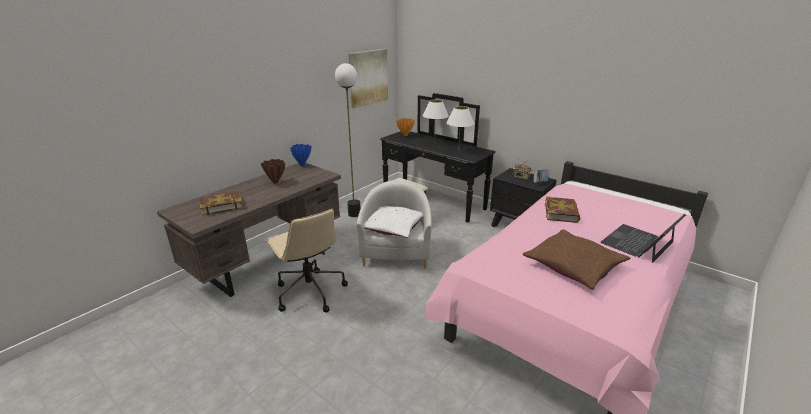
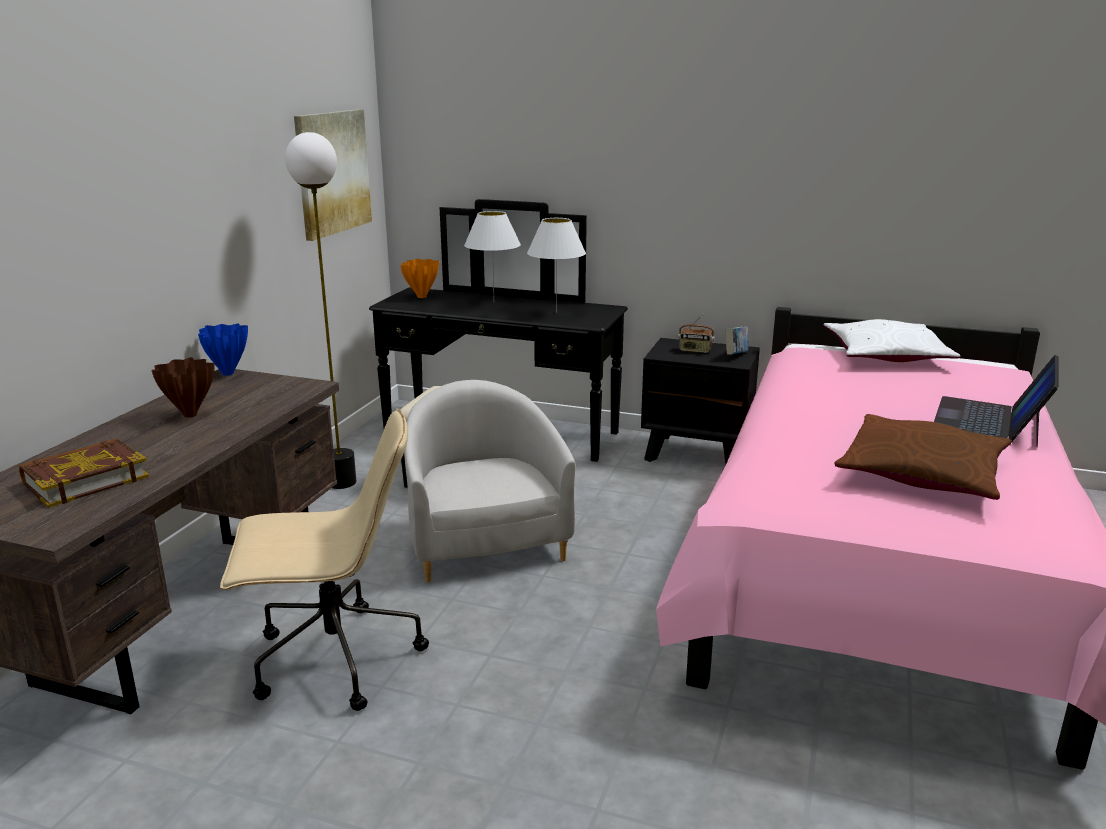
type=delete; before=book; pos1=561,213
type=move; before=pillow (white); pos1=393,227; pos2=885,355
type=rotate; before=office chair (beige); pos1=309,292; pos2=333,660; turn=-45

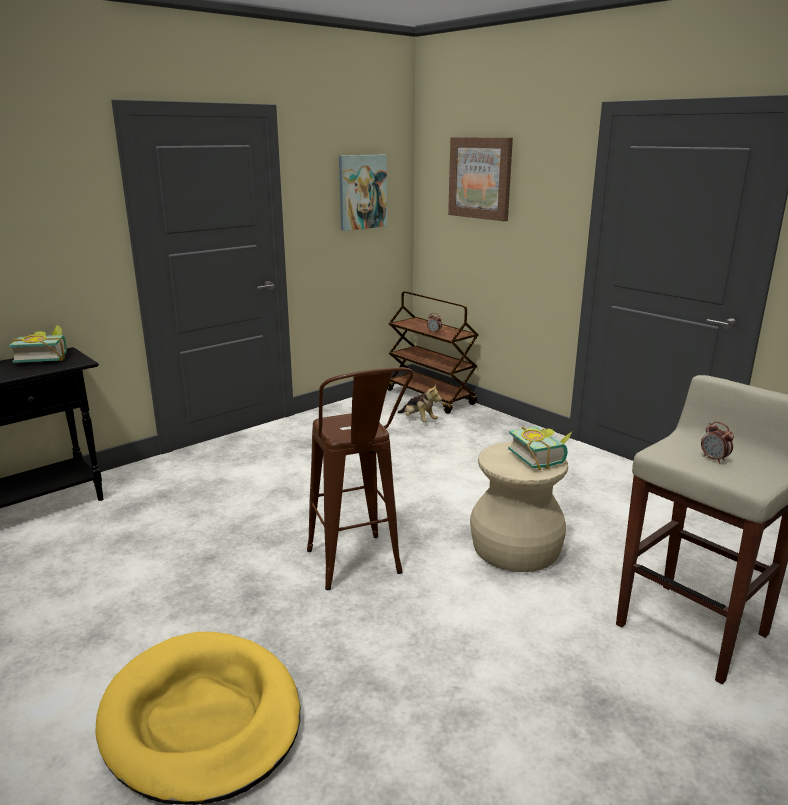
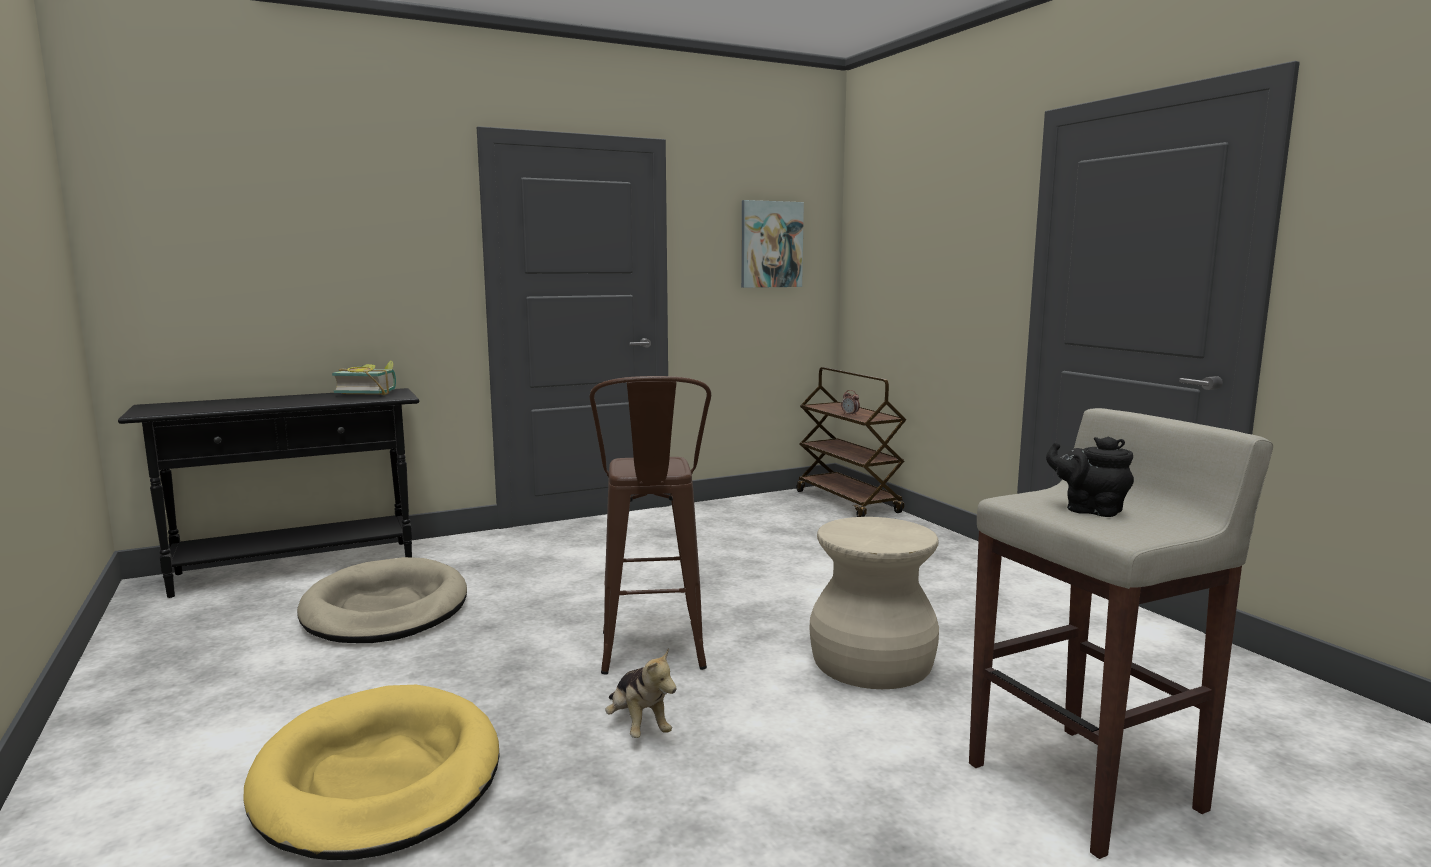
type=delete; before=picture; pos1=480,178
type=move; before=plush toy; pos1=418,420; pos2=638,726
type=replace; before=alarm clock; after=teapot (black); pos1=714,459; pos2=1089,510
type=delete; before=book; pos1=541,457
type=insert; after=dog bed (beige); pos2=385,609

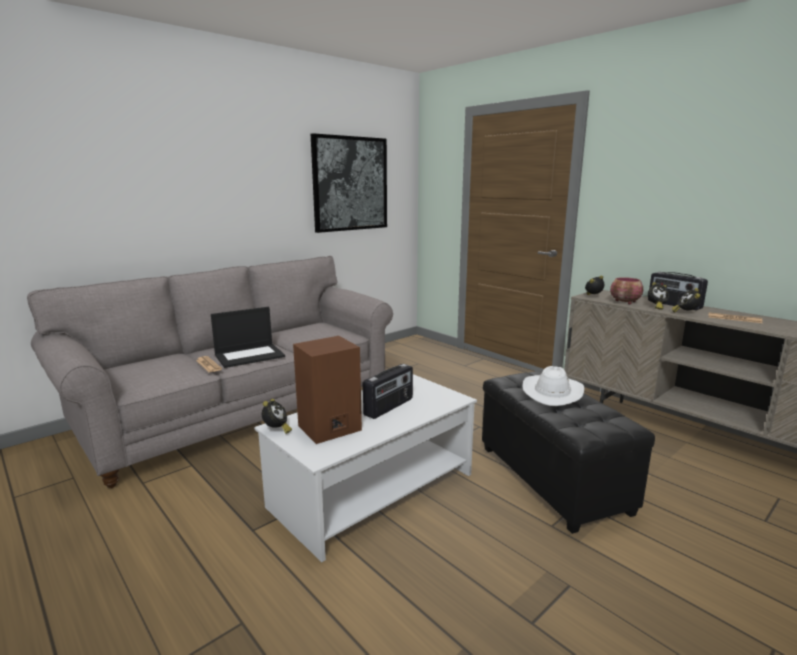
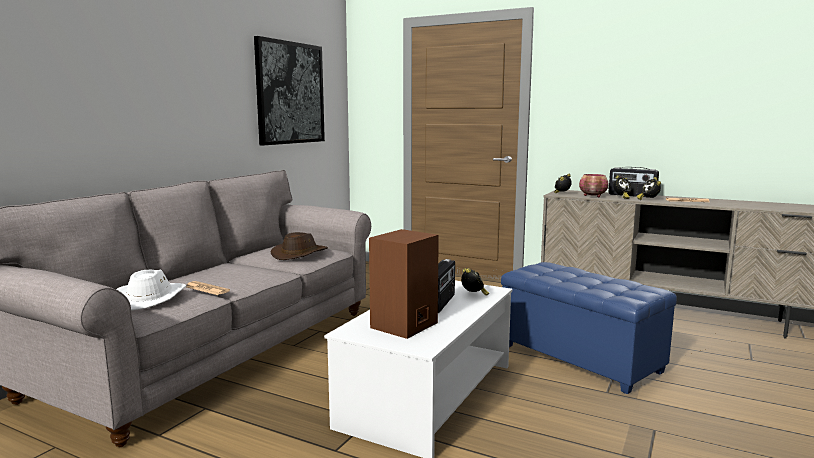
type=delete; before=laptop; pos1=250,355
type=move; before=hat (white); pos1=552,392; pos2=150,298
type=recolor; before=ottoman (black); after=ottoman (blue); pos1=550,480; pos2=578,359
type=move; before=alarm clock; pos1=276,430; pos2=473,295
type=insert; after=hat (brown); pos2=300,254

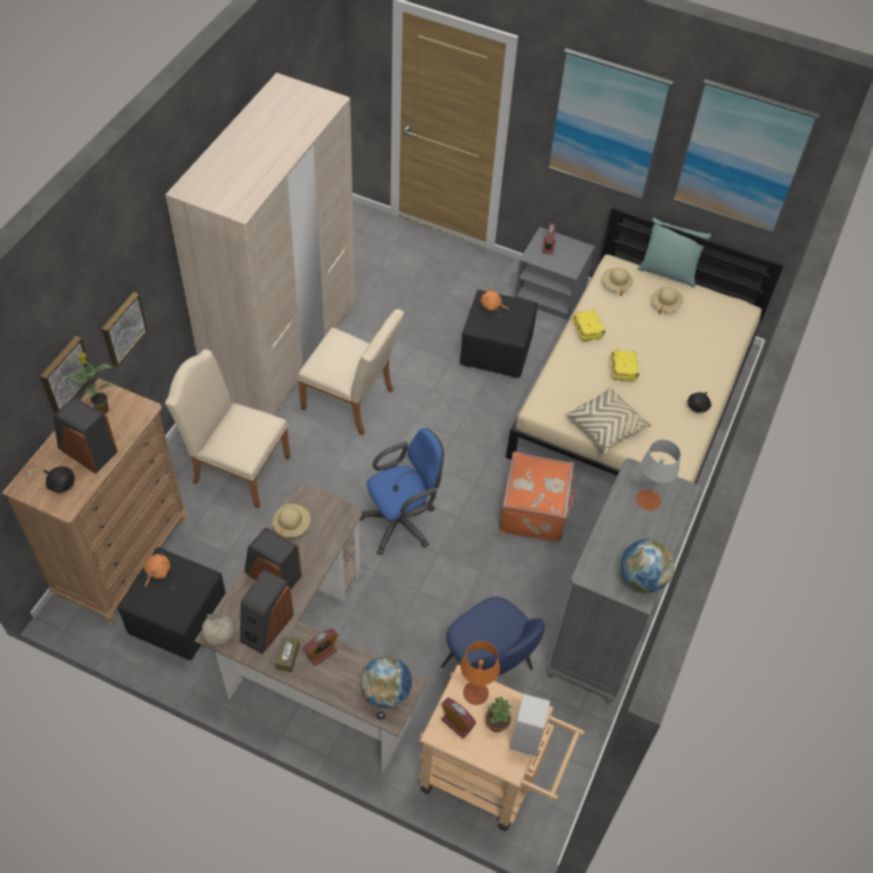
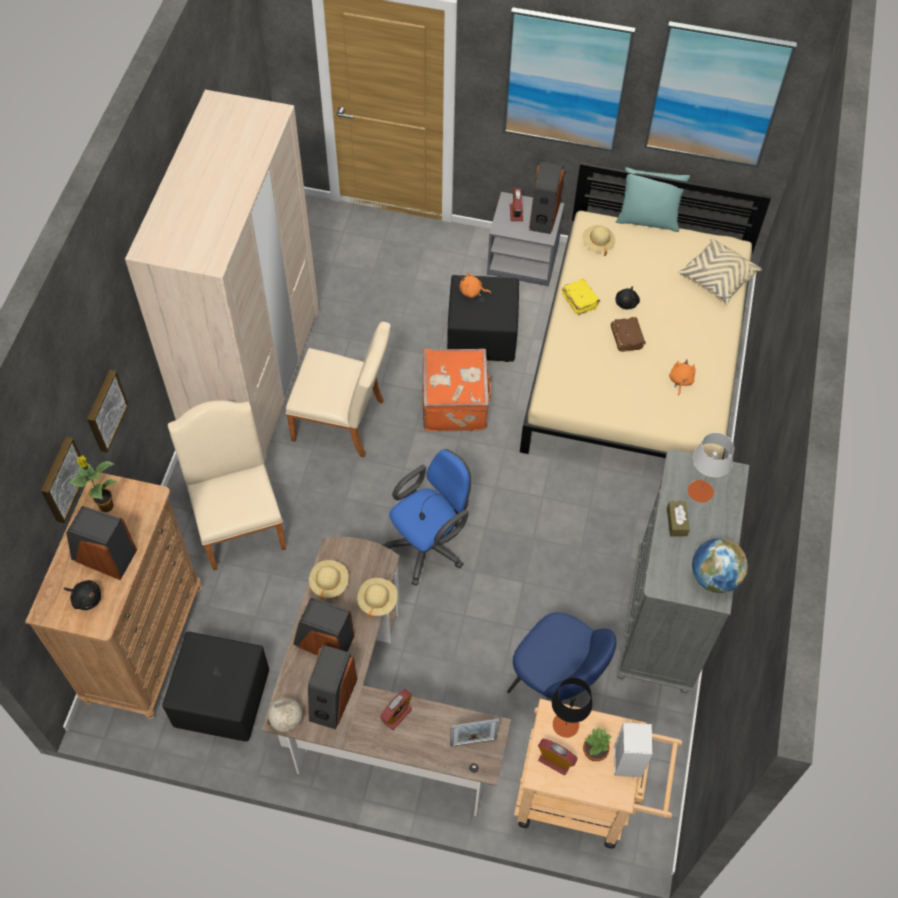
type=move; before=hat (beige); pos1=665,304; pos2=377,601
type=rotate; before=chair (beige); pos1=236,467; pos2=238,519; turn=60
type=recolor; before=book (yellow); after=book (brown); pos1=623,369; pos2=627,338
type=move; before=pillow (beige); pos1=606,427; pos2=717,278
type=move; before=plush toy (black); pos1=698,406; pos2=626,302
type=move; before=suitcase (orange); pos1=535,510; pos2=456,403
type=move; before=plush toy (orange); pos1=157,572; pos2=680,381
type=move; before=tissue box (brown); pos1=287,657; pos2=676,522
type=recolor; before=table lamp (orange); after=table lamp (black); pos1=475,693; pos2=565,725
type=replace; before=globe; after=picture frame; pos1=386,692; pos2=473,742
type=insert; after=speaker; pos2=543,216

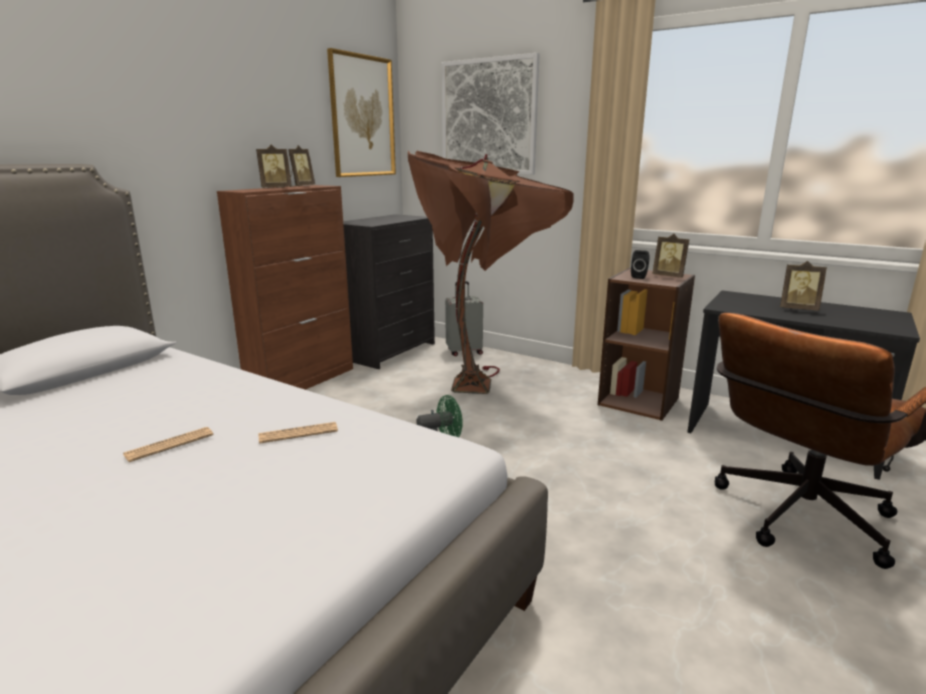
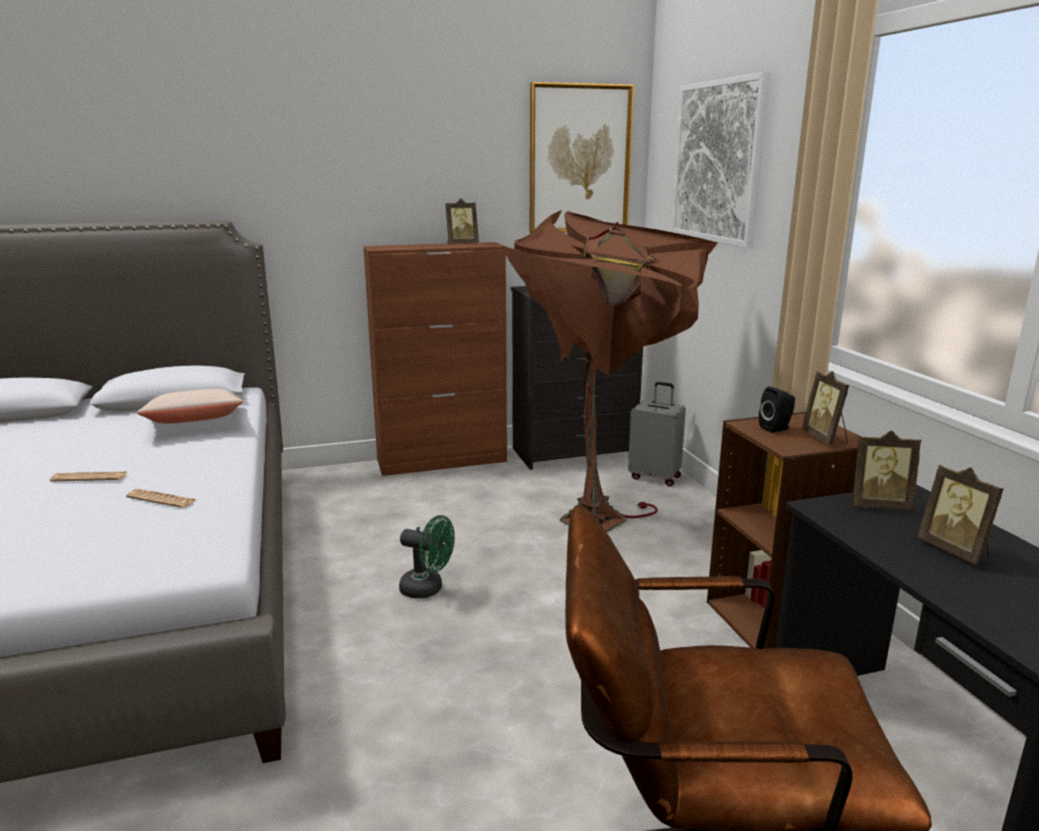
type=move; before=picture frame; pos1=275,188; pos2=878,505
type=insert; after=pillow (beige); pos2=196,424

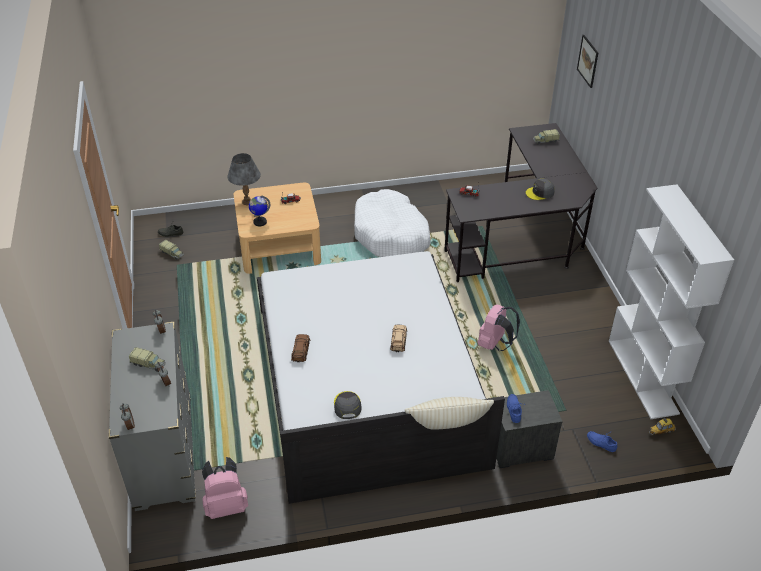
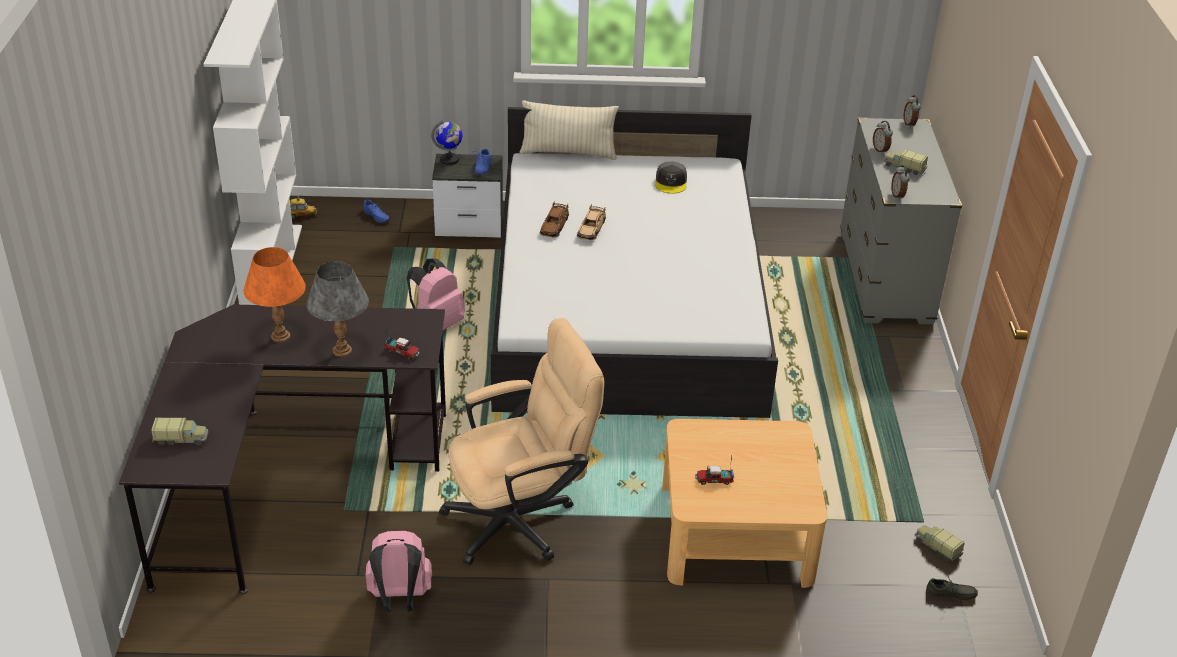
type=delete; before=picture; pos1=588,61
type=move; before=table lamp (grey); pos1=247,202; pos2=341,350
type=replace; before=cap (grey); after=table lamp (orange); pos1=540,193; pos2=280,336
type=replace; before=dog bed (white); after=office chair (beige); pos1=391,235; pos2=521,520
type=move; before=globe; pos1=260,222; pos2=450,160
type=move; before=toy car (brown); pos1=300,350; pos2=554,225
type=move; before=backpack (pink); pos1=226,505; pos2=399,599

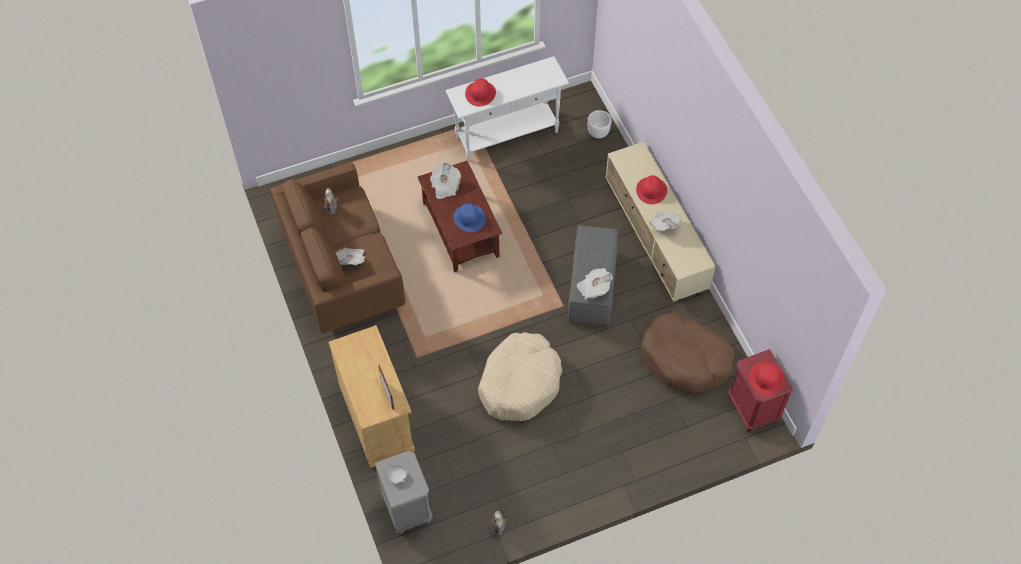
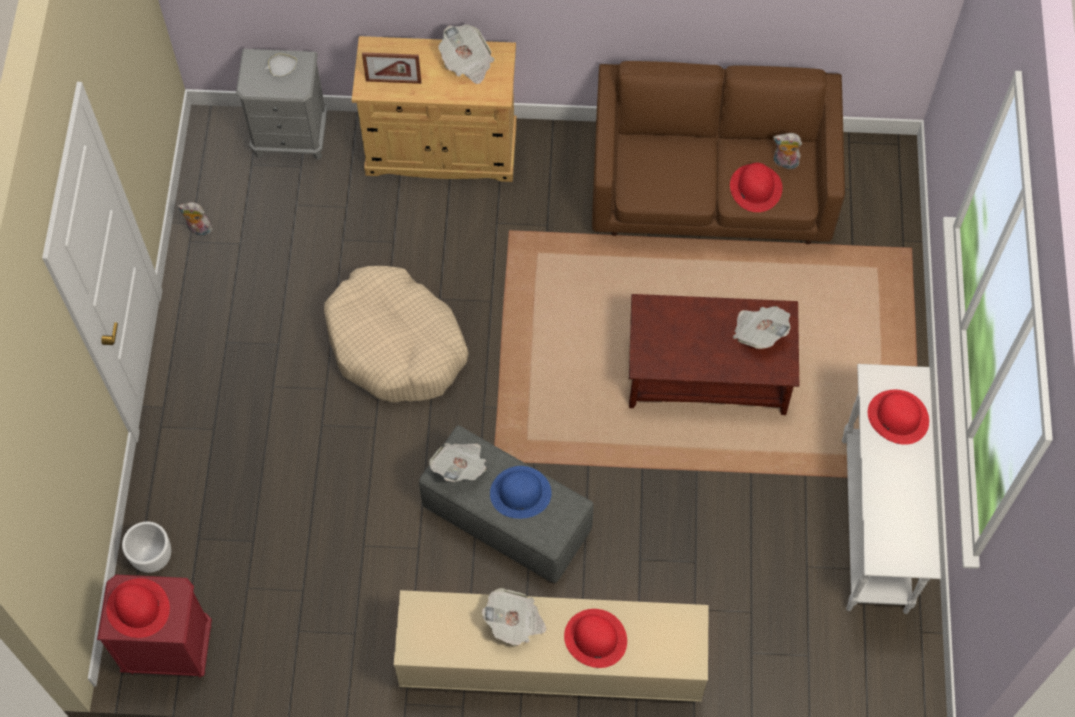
type=move; before=planter (white); pos1=598,133; pos2=152,557
type=move; before=hat (blue); pos1=469,218; pos2=520,493
type=move; before=newspaper; pos1=351,260; pos2=467,63
type=delete; before=dog bed (brown); pos1=685,359
type=insert; after=hat (red); pos2=755,187

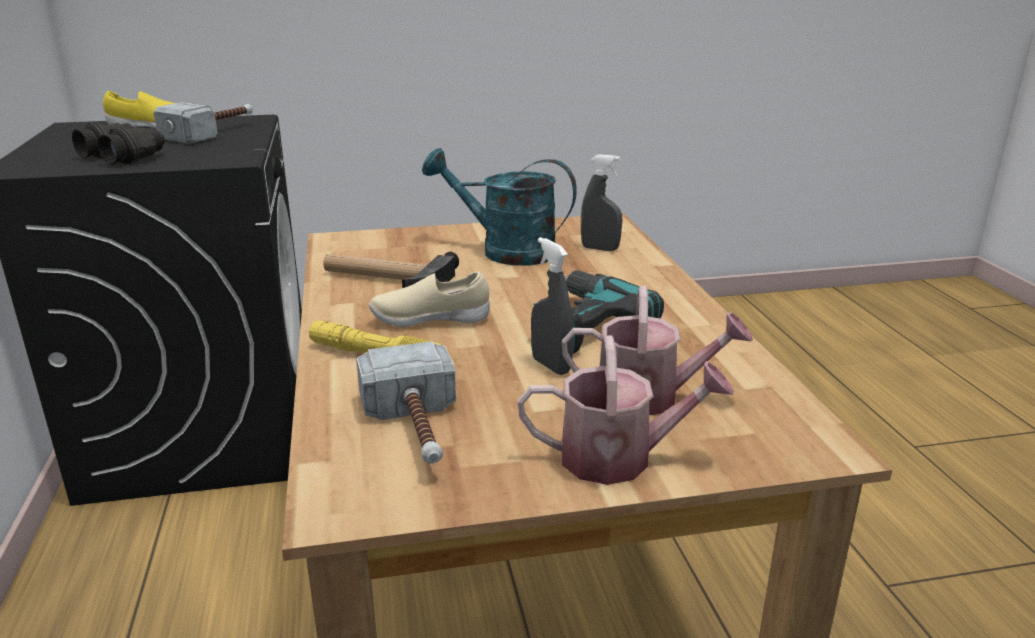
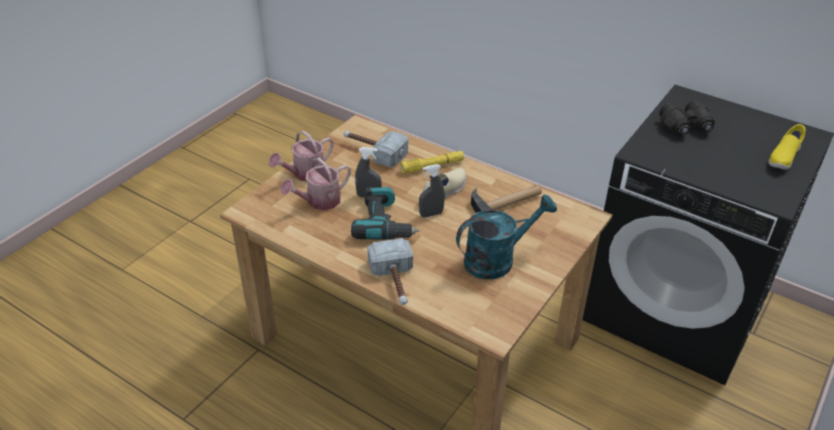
type=move; before=hammer; pos1=213,132; pos2=395,282
type=move; before=spray bottle (grey); pos1=600,248; pos2=431,214

